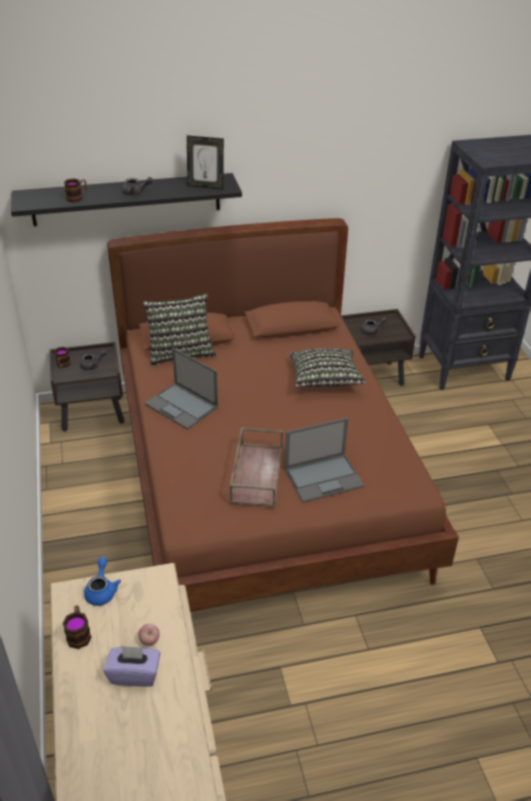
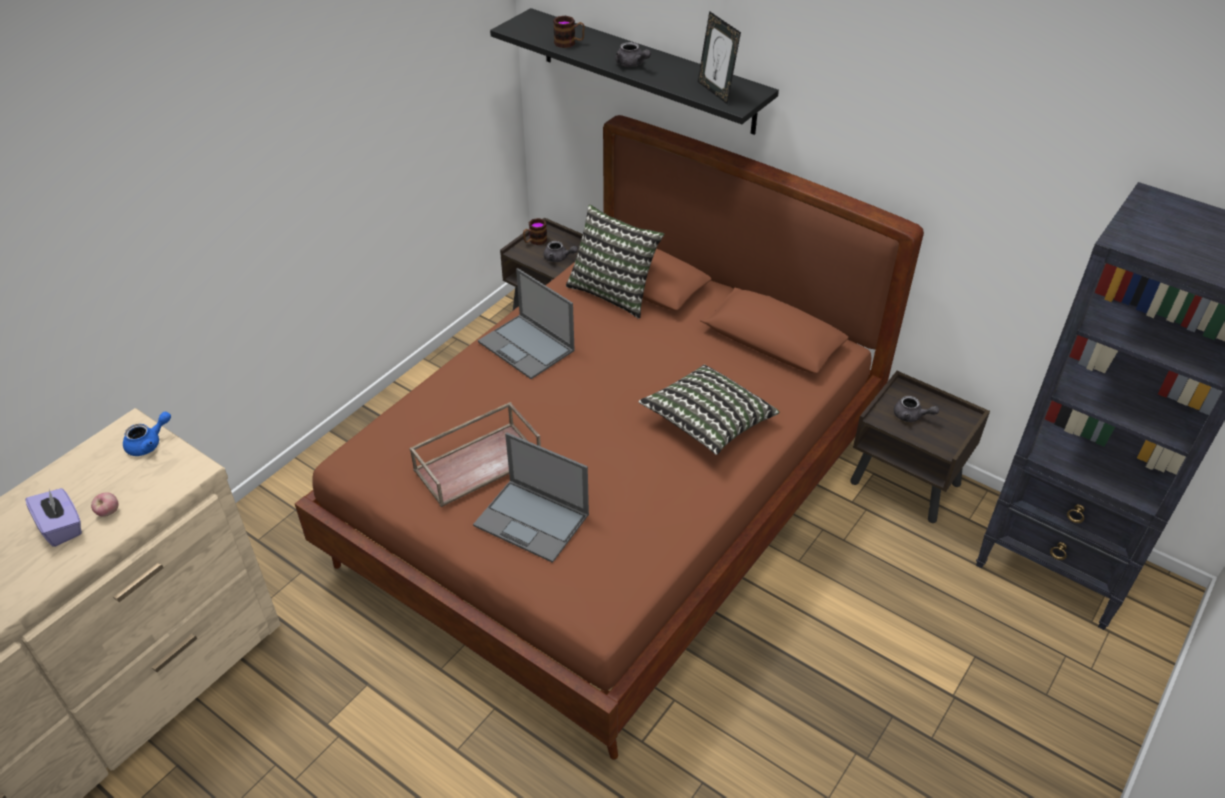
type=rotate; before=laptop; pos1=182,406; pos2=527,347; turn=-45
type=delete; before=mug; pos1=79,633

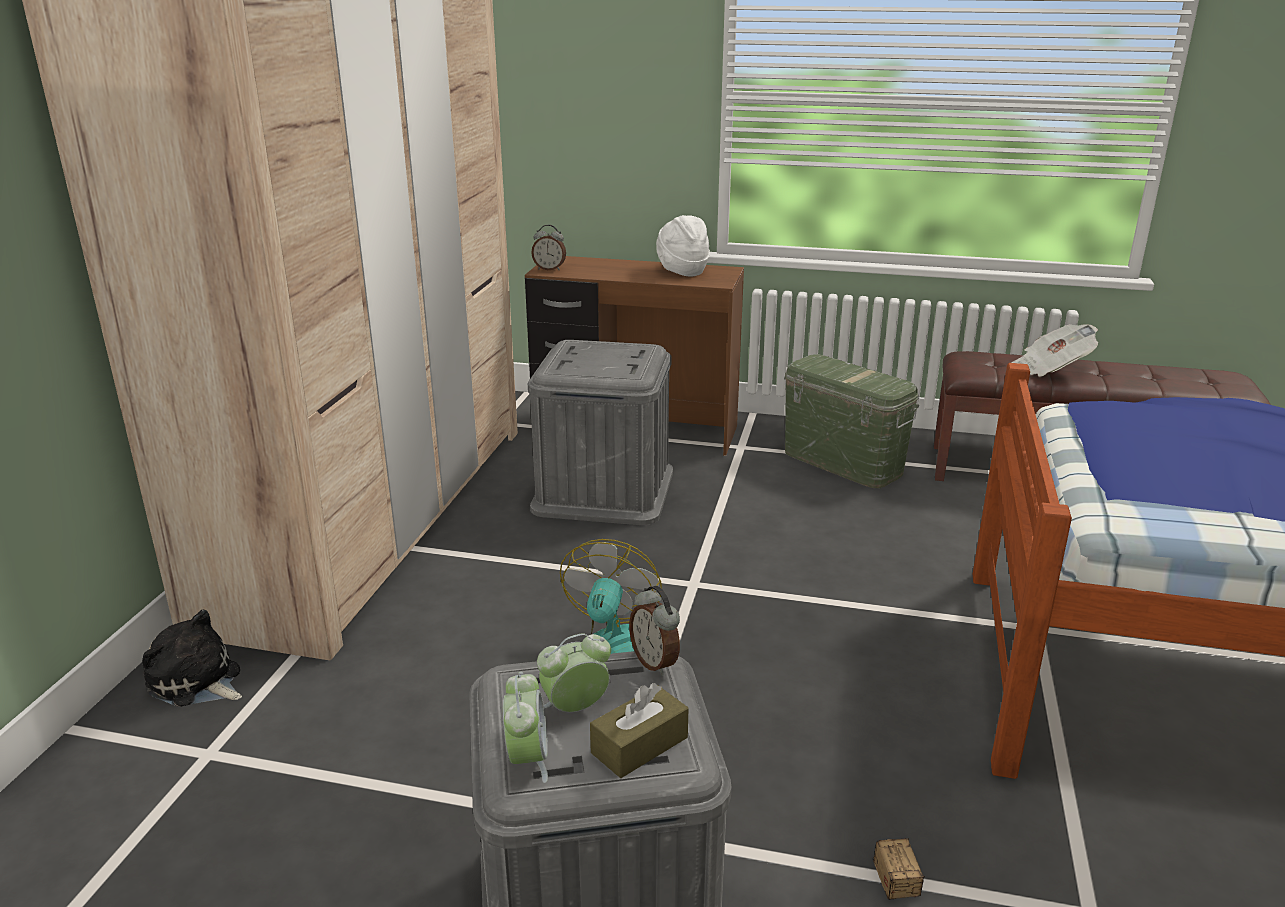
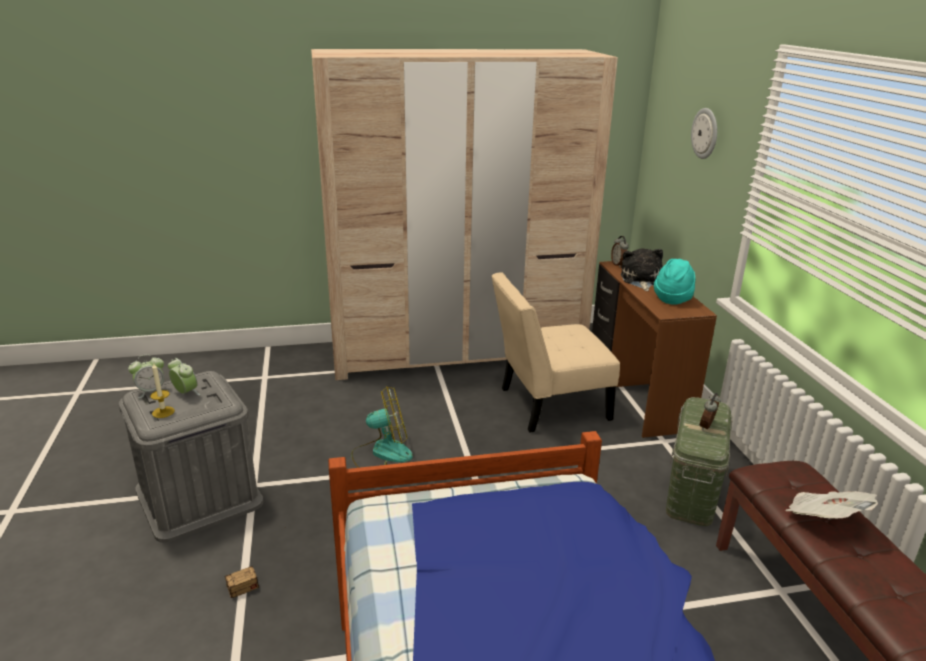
type=recolor; before=hat (white); after=hat (turquoise); pos1=682,271; pos2=673,298
type=replace; before=storage box (grey); after=chair (beige); pos1=604,490; pos2=548,405
type=move; before=alarm clock; pos1=655,662; pos2=707,427
type=move; before=plush toy; pos1=197,682; pos2=641,280
type=replace; before=tissue box (brown); after=candle; pos1=639,745; pos2=163,412
type=insert; after=wall clock; pos2=705,133

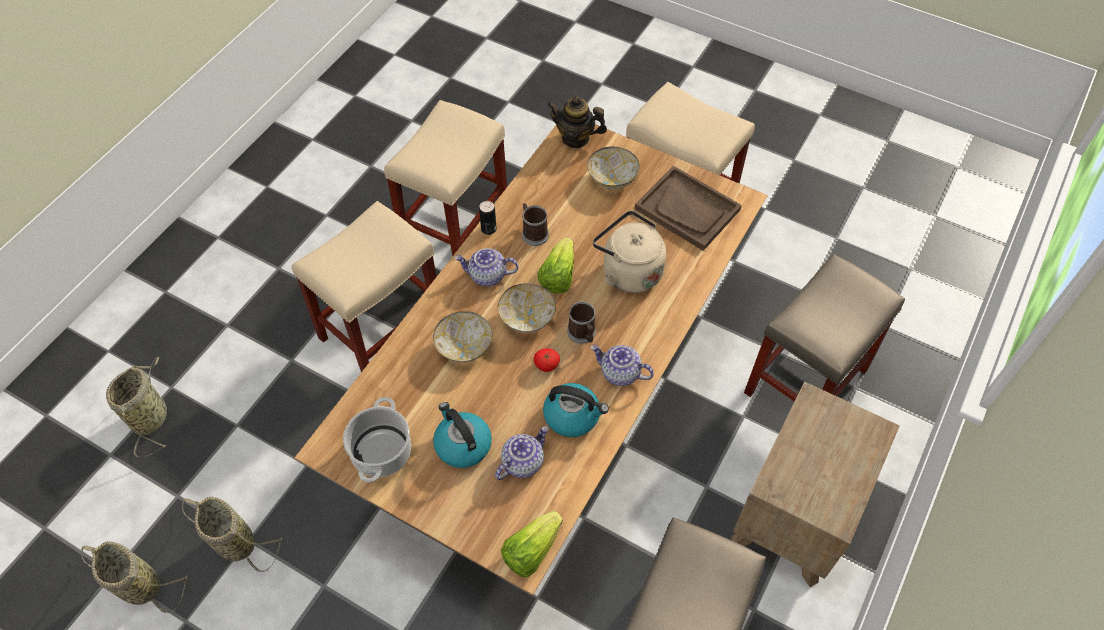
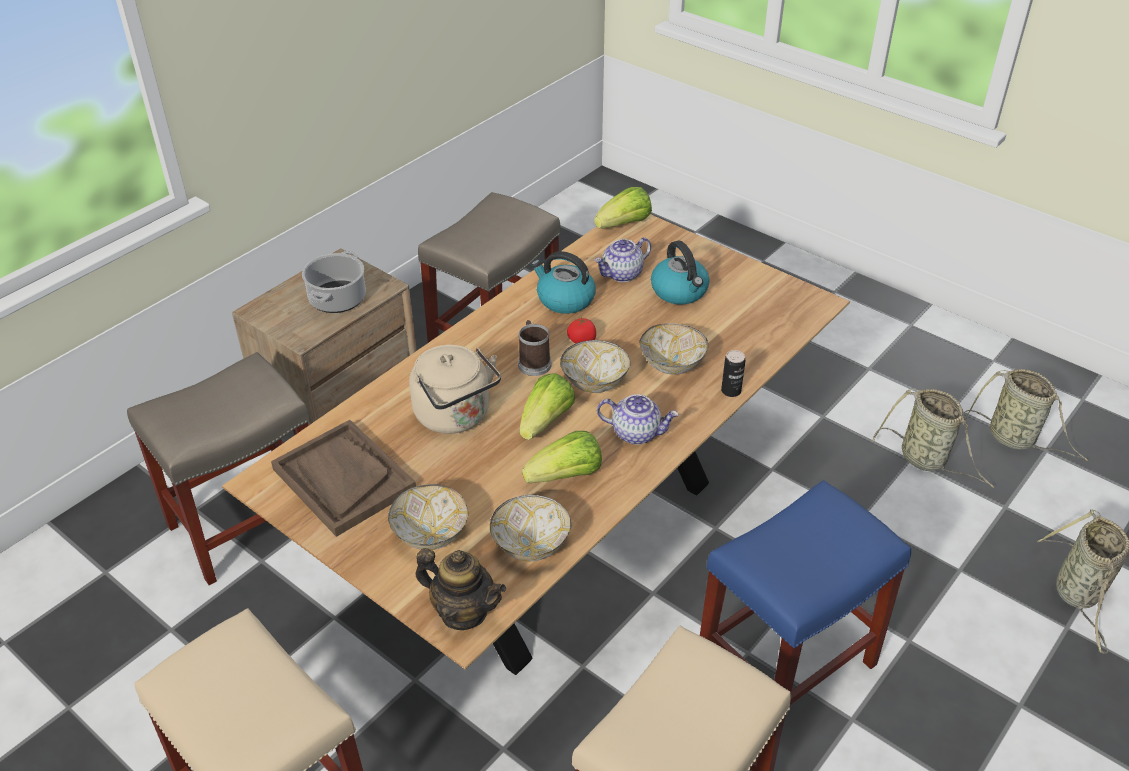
type=recolor; before=stool (beige); after=stool (blue); pos1=382,327; pos2=784,668
type=move; before=can; pos1=488,229; pos2=731,391
type=replace; before=mug; after=lettuce; pos1=533,233; pos2=566,476
type=delete; before=teapot; pos1=619,373
type=move; before=cooking pot; pos1=381,451; pos2=338,299
type=insert; after=bowl; pos2=530,545

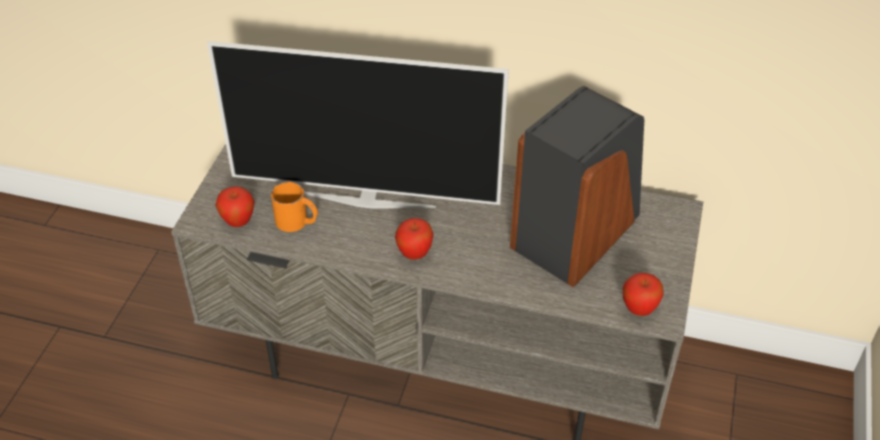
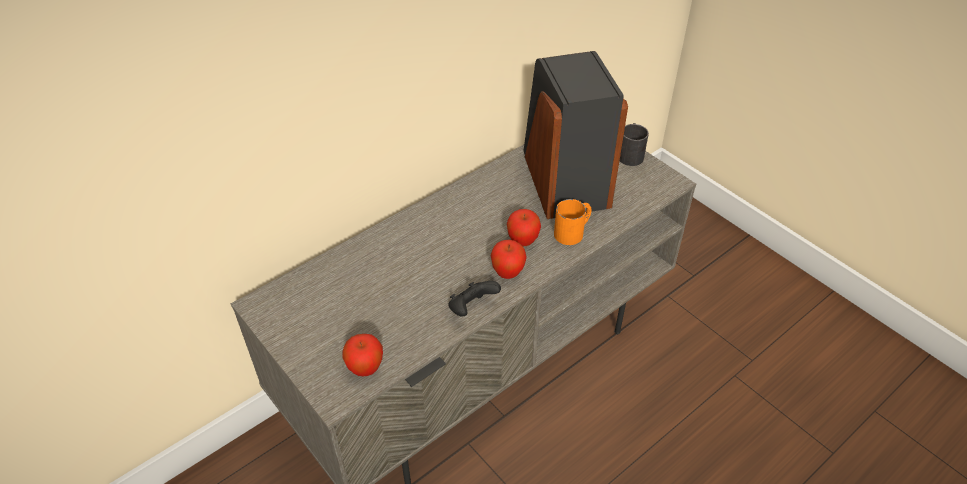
type=delete; before=television; pos1=368,198
type=move; before=mug (orange); pos1=297,222; pos2=573,231
type=move; before=apple; pos1=639,309; pos2=522,242
type=insert; after=mug (black); pos2=630,153
type=insert; after=game controller (black); pos2=471,308

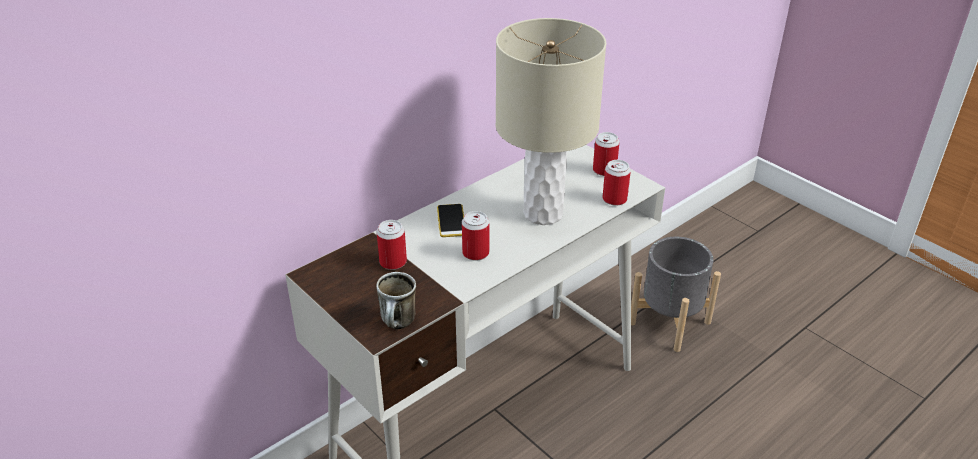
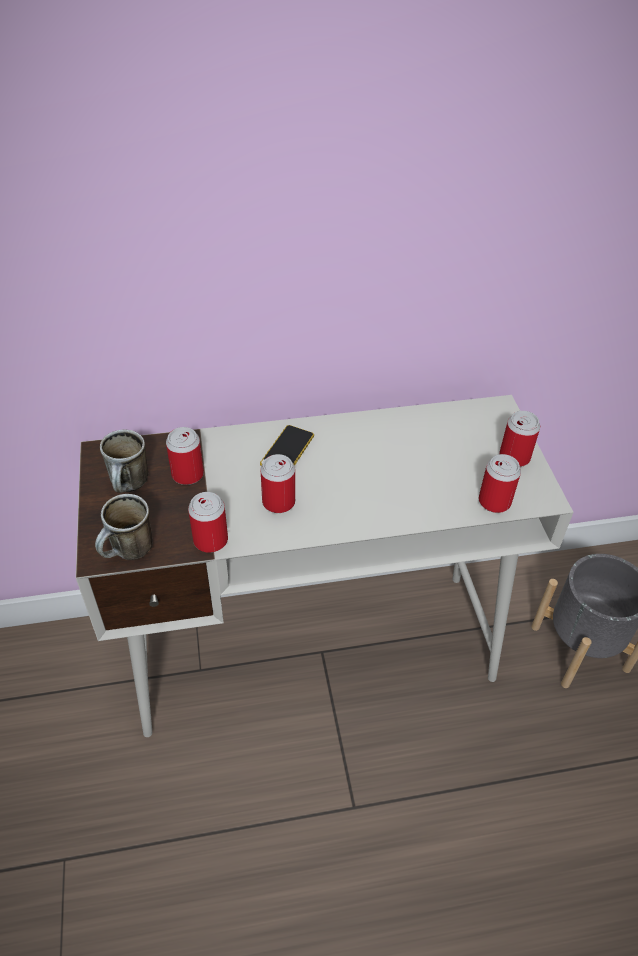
type=delete; before=table lamp (beige); pos1=543,213
type=insert; after=mug; pos2=130,487
type=insert; after=can; pos2=210,540

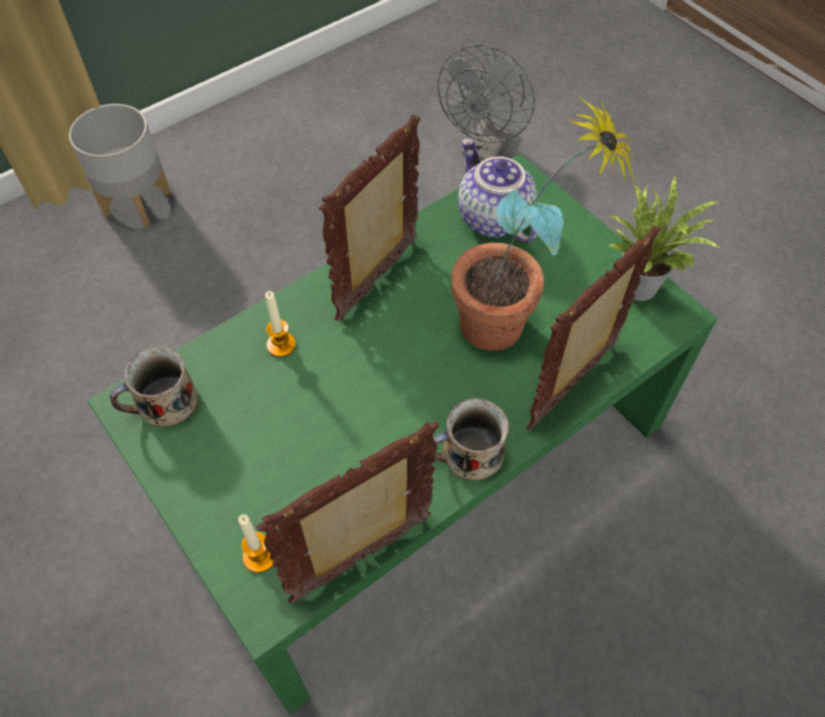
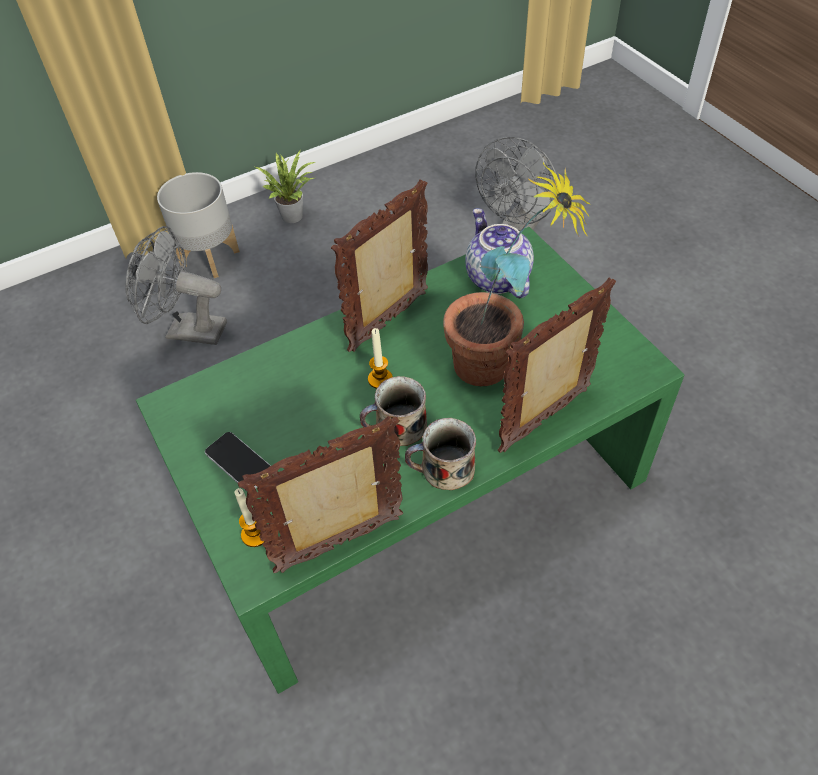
type=move; before=potted plant; pos1=640,282; pos2=294,214
type=move; before=candle; pos1=281,345; pos2=380,379
type=move; before=mug; pos1=164,404; pos2=398,427
type=insert; after=fan (grey); pos2=187,330
type=insert; after=phone; pos2=239,462

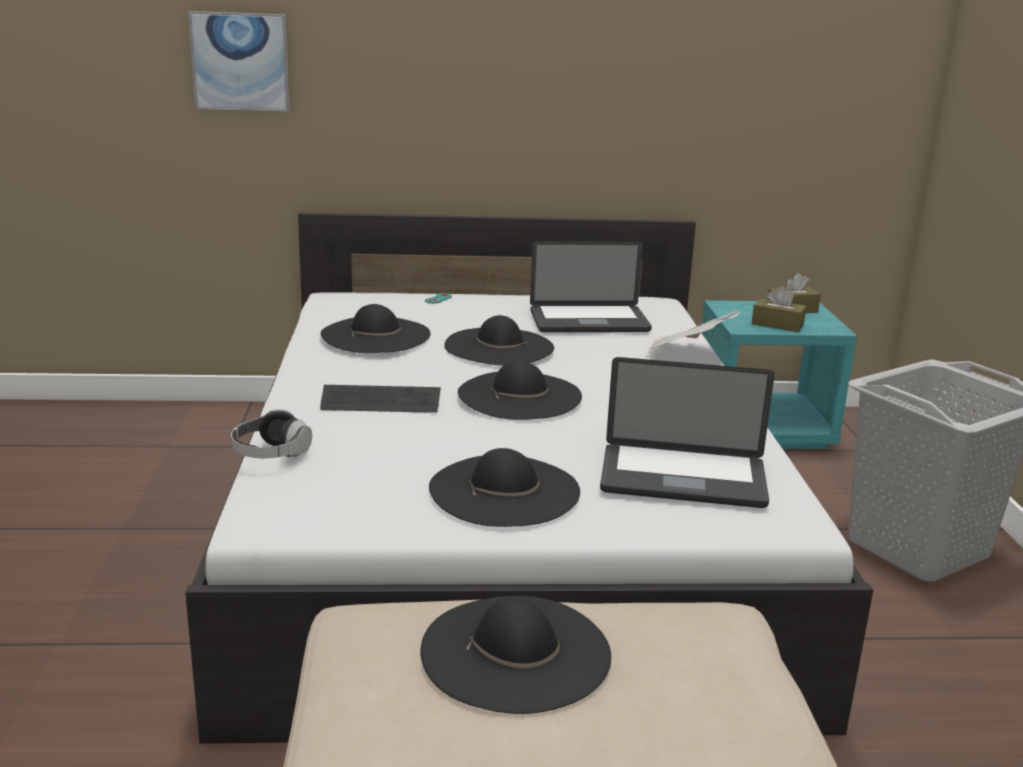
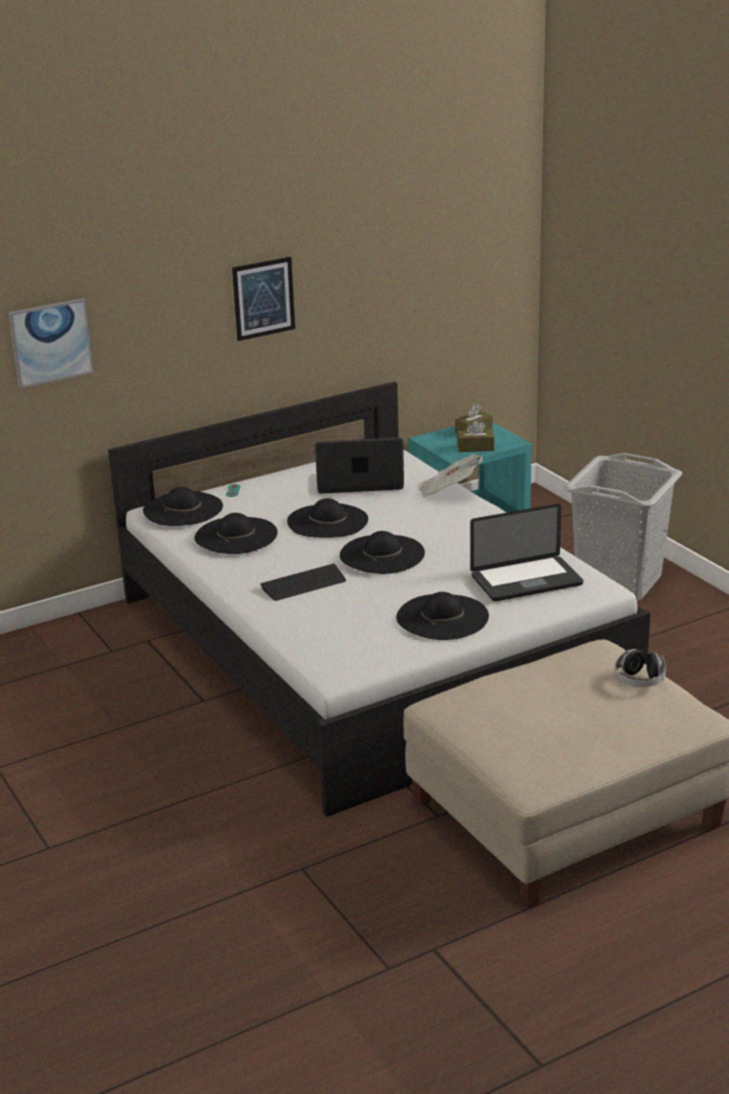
type=rotate; before=laptop; pos1=589,321; pos2=359,482; turn=-150
type=move; before=headphones; pos1=271,454; pos2=639,681
type=move; before=hat (black); pos1=516,652; pos2=183,509
type=insert; after=picture; pos2=263,298

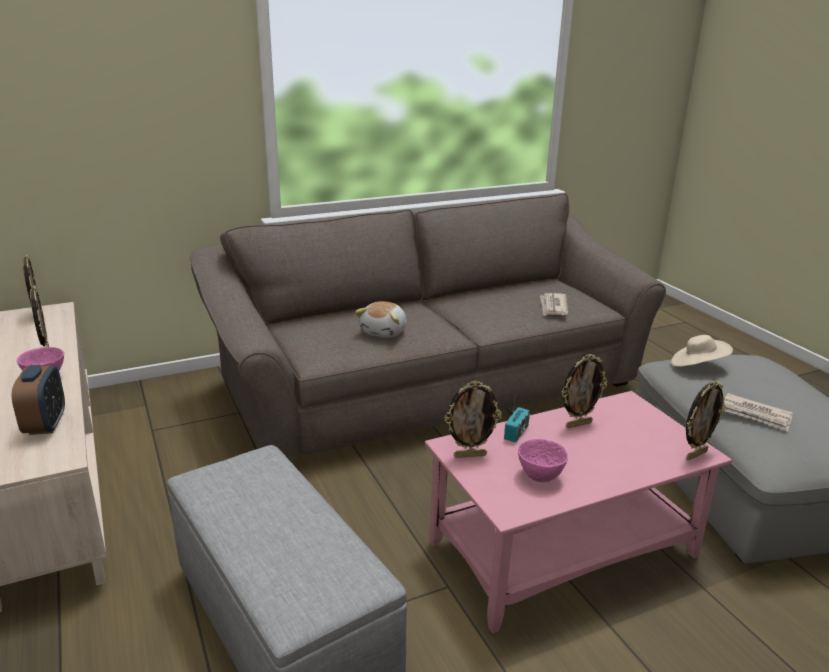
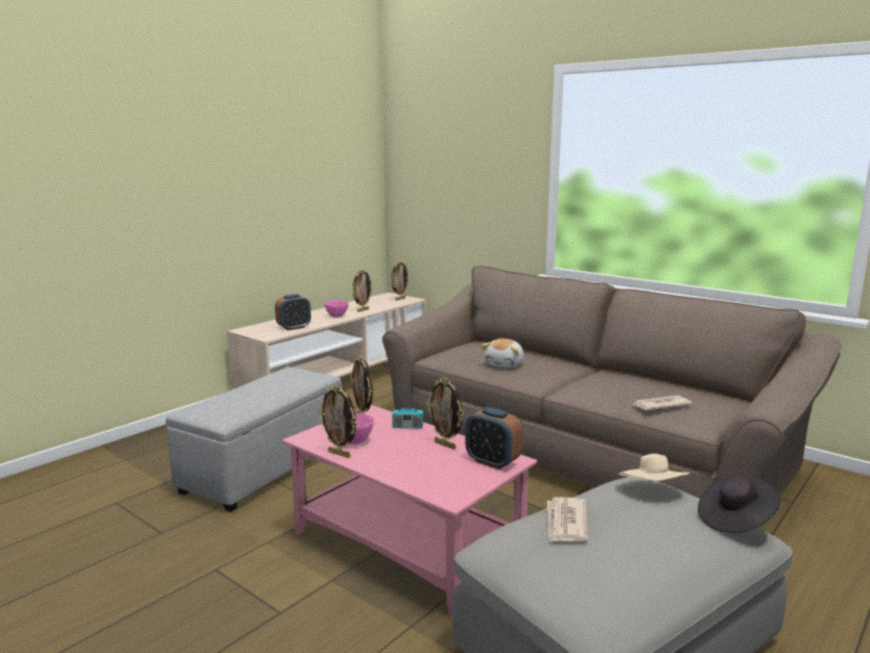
type=rotate; before=plush toy; pos1=384,332; pos2=505,364; turn=-60
type=move; before=picture frame; pos1=695,454; pos2=340,454
type=insert; after=alarm clock; pos2=492,462
type=insert; after=hat (black); pos2=735,520

